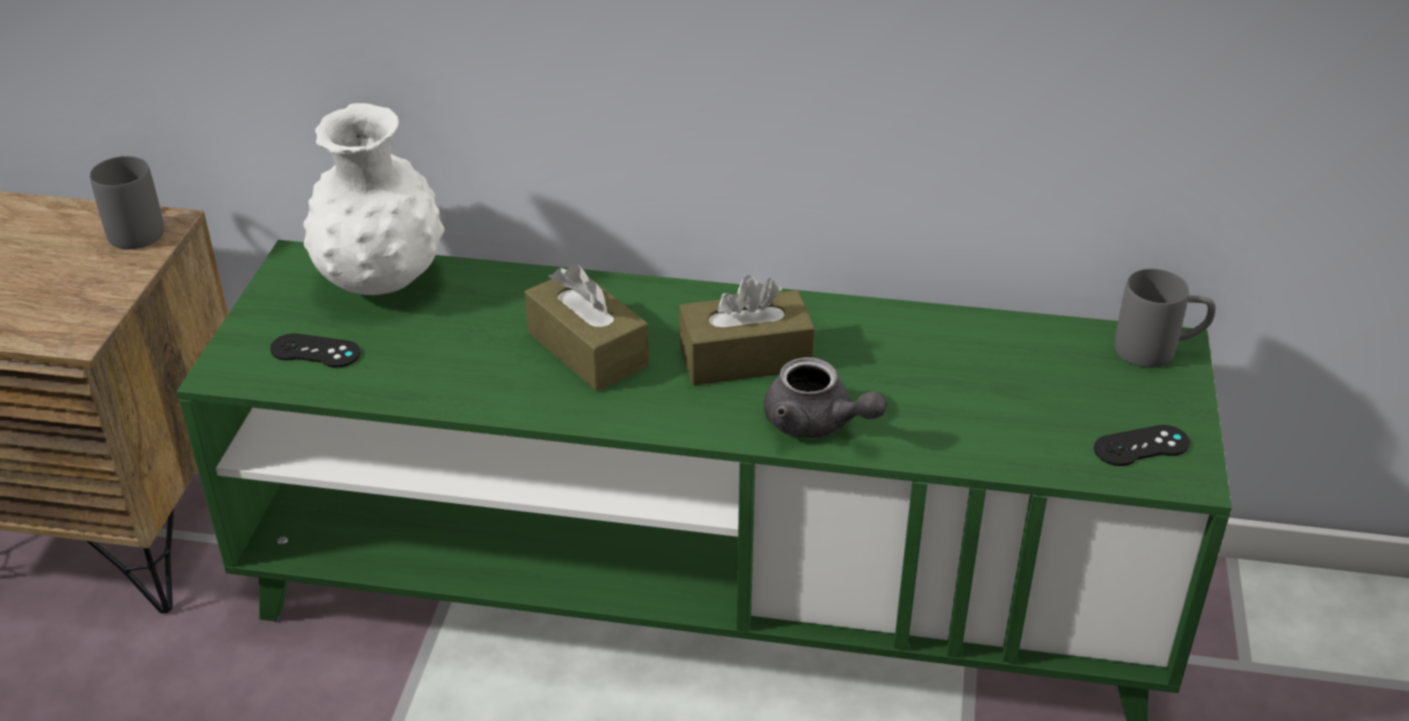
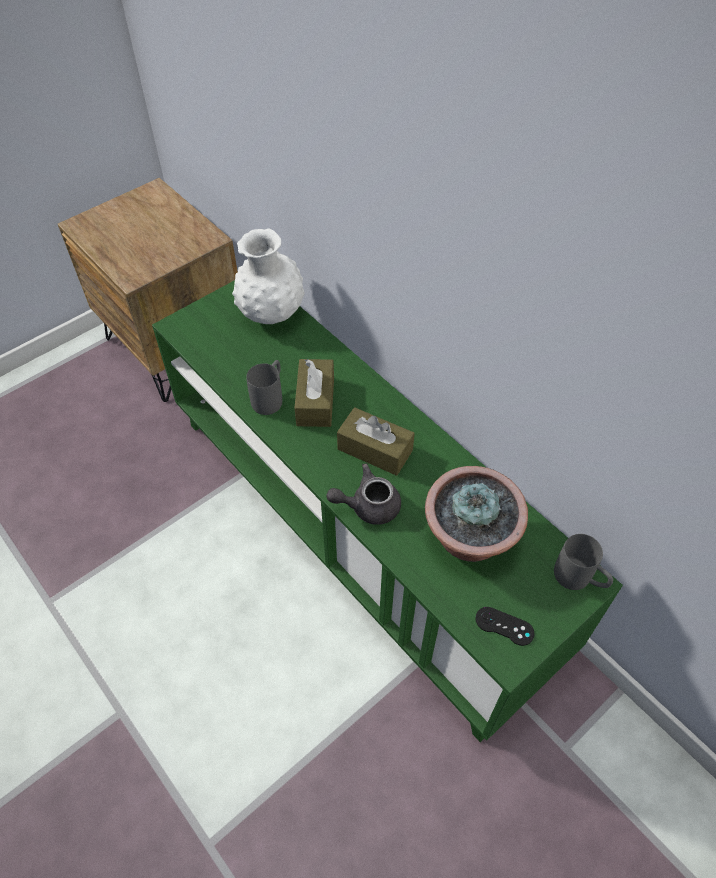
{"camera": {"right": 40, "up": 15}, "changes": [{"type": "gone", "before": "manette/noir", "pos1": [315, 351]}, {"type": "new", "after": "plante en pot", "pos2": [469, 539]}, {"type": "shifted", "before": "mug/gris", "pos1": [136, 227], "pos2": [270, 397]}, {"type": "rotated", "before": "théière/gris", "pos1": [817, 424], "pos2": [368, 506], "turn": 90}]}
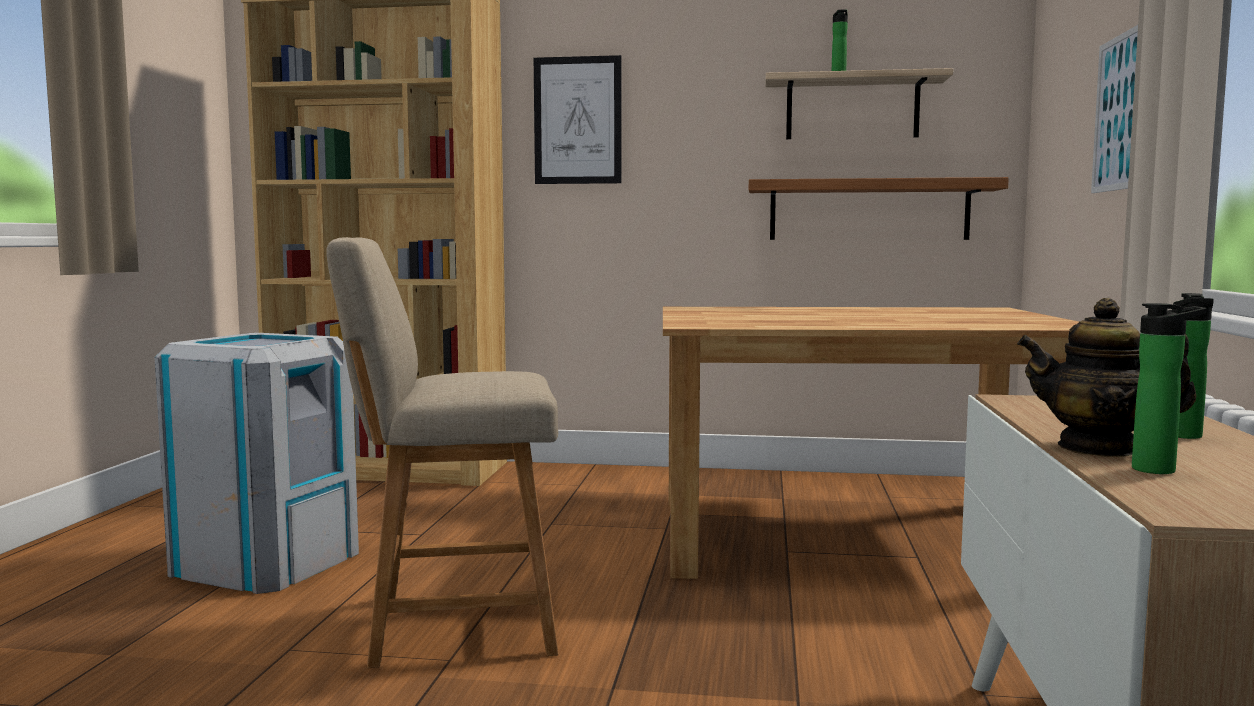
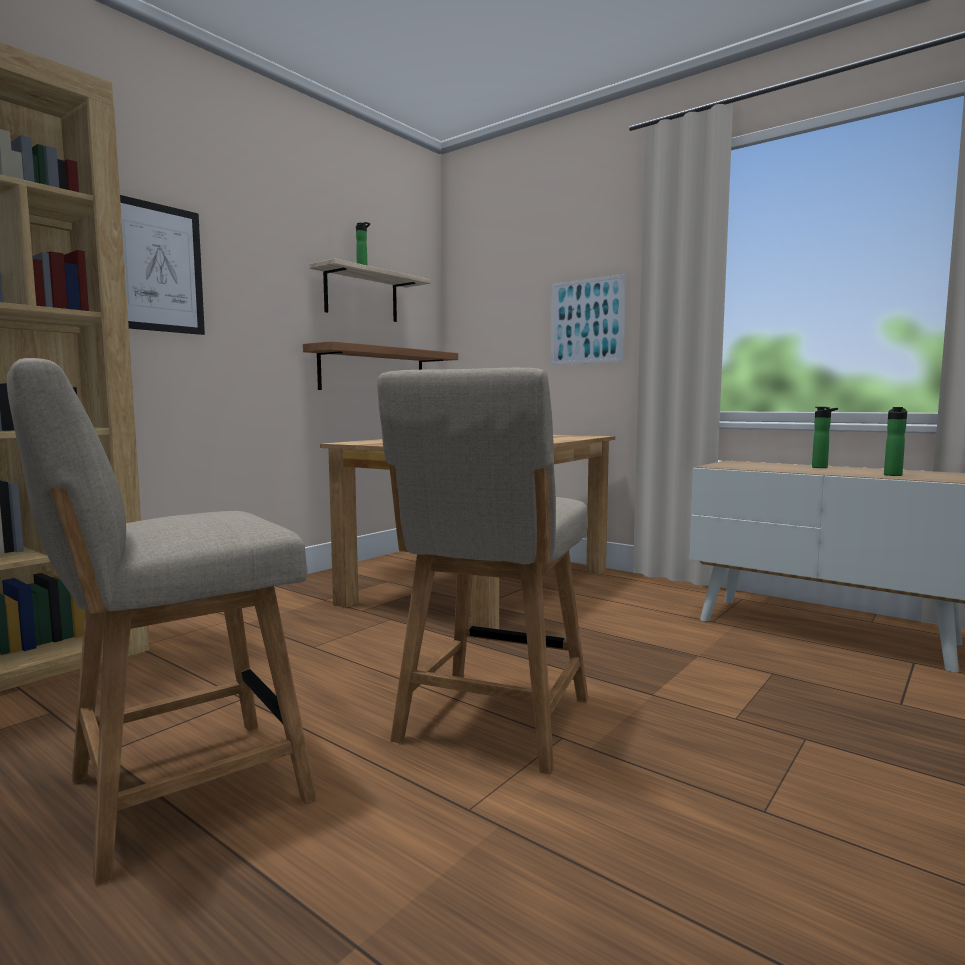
{"camera": {"right": -60, "up": 0}, "changes": [{"type": "gone", "before": "théière", "pos1": [1099, 448]}, {"type": "swapped", "before": "poubelle/gris", "after": "chaise/beige", "pos1": [266, 561], "pos2": [176, 793]}]}
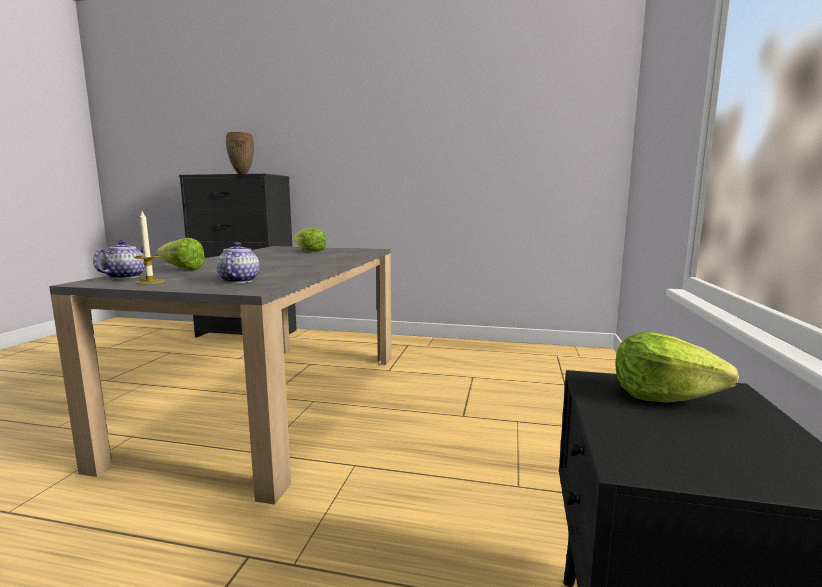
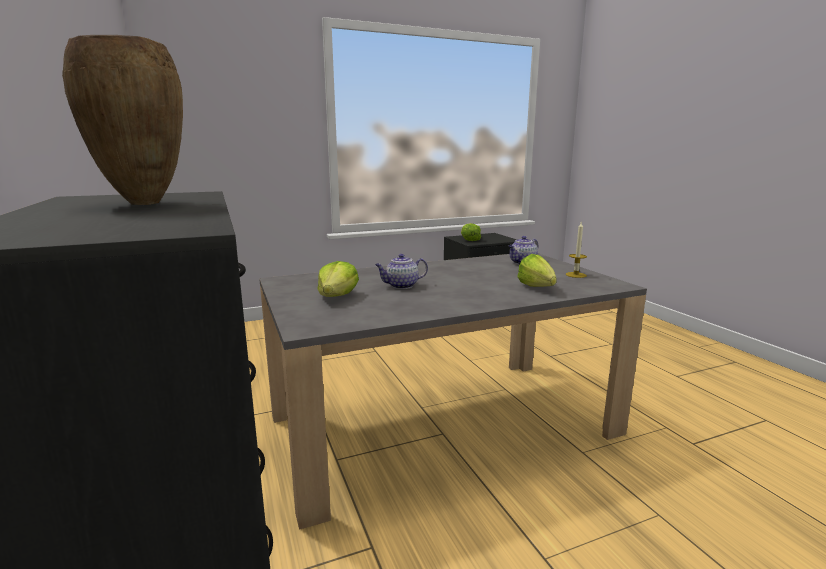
{"camera": {"right": -125, "up": 5}, "changes": [{"type": "shifted", "before": "théière", "pos1": [125, 277], "pos2": [401, 286]}]}
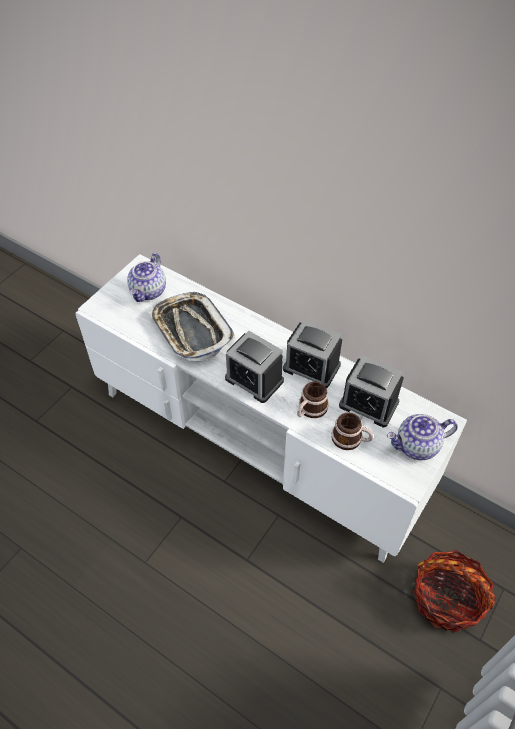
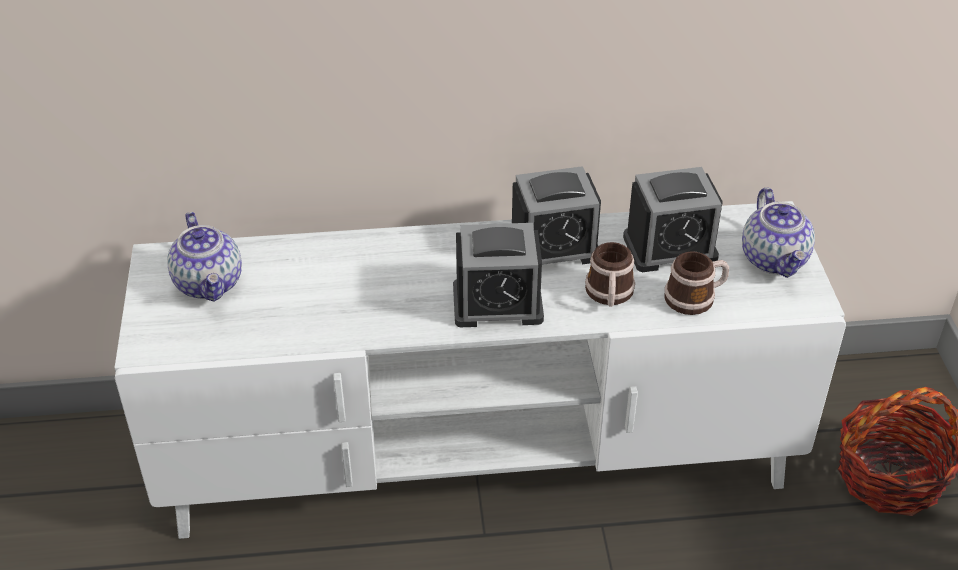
{"camera": {"right": -40, "up": -10}, "changes": [{"type": "gone", "before": "plateau", "pos1": [191, 330]}, {"type": "rotated", "before": "théière", "pos1": [417, 446], "pos2": [775, 259], "turn": -45}]}
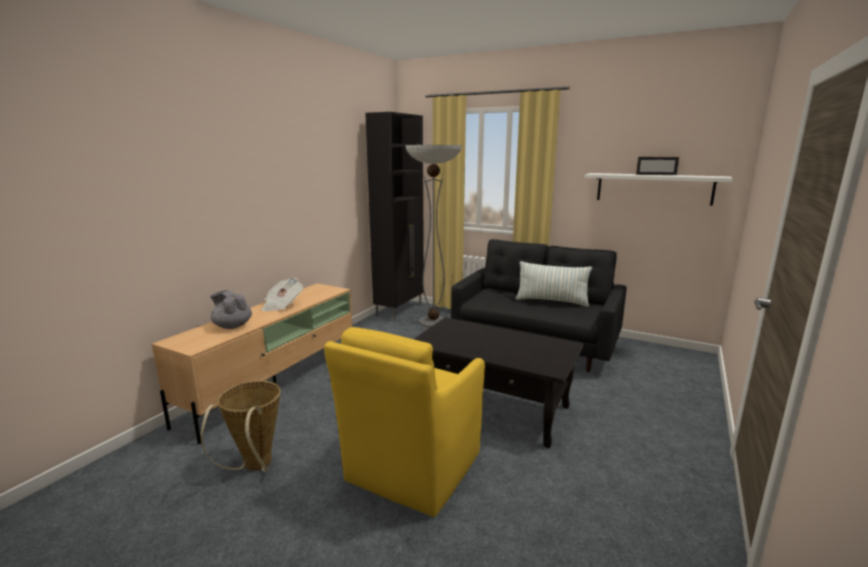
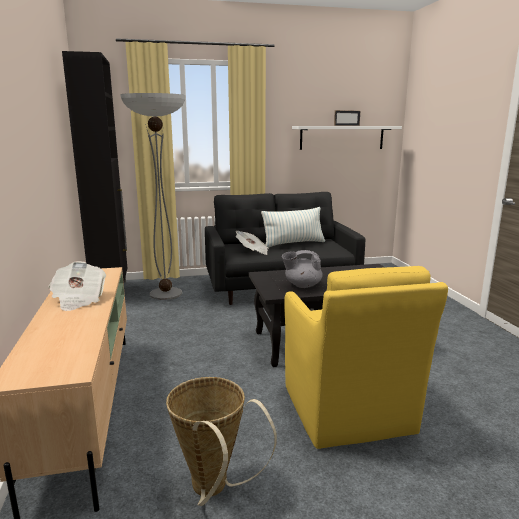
{"camera": {"right": -40, "up": 0}, "changes": [{"type": "new", "after": "journal", "pos2": [252, 251]}, {"type": "shifted", "before": "théière/gris", "pos1": [232, 326], "pos2": [302, 285]}]}
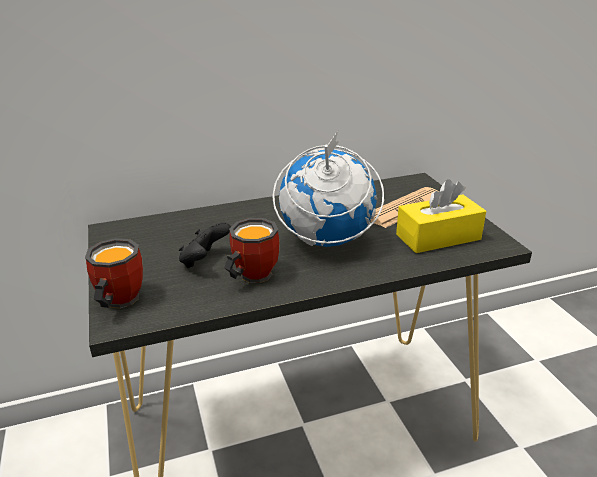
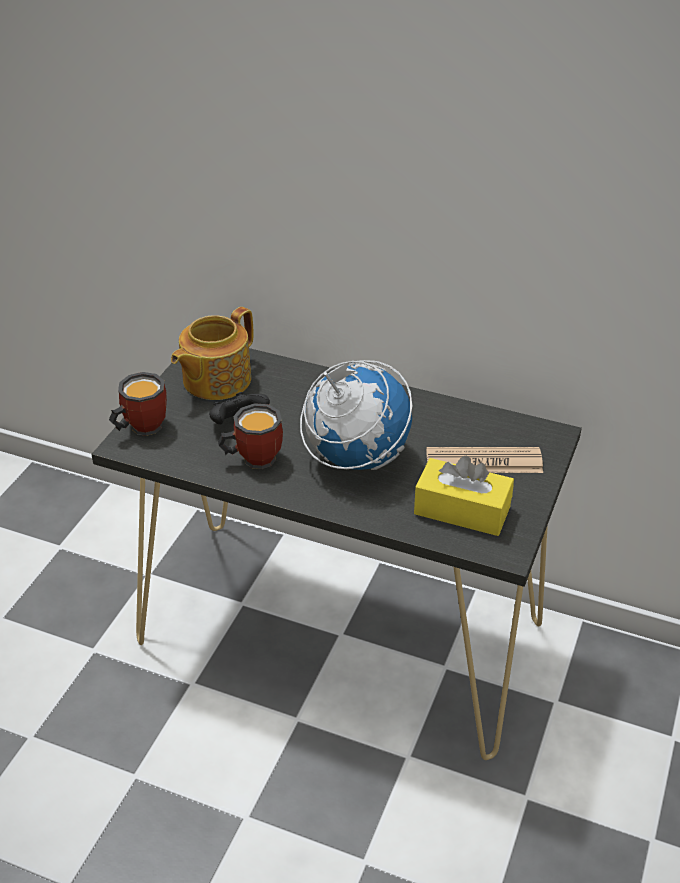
{"camera": {"right": 40, "up": 10}, "changes": [{"type": "new", "after": "théière", "pos2": [215, 380]}]}
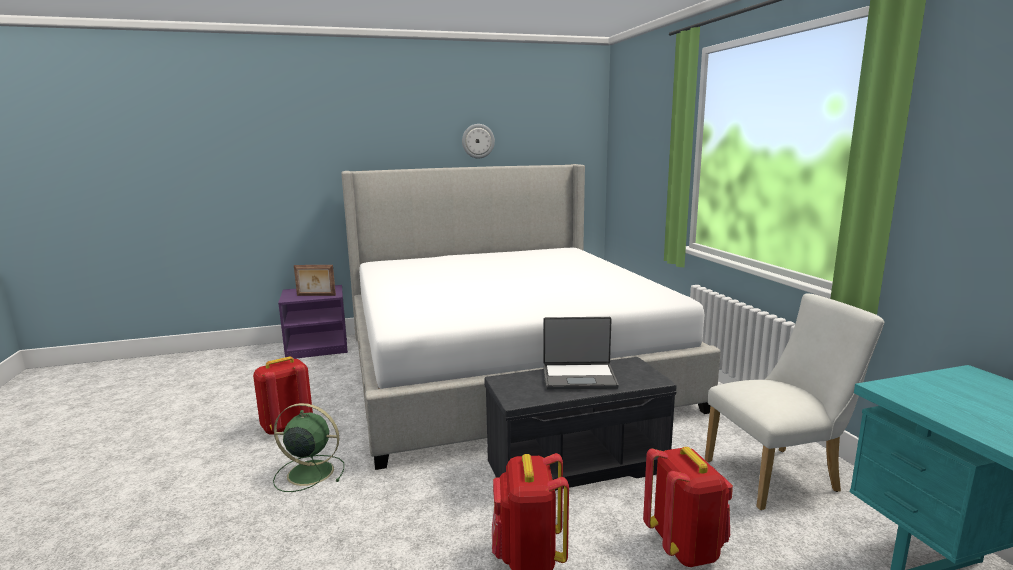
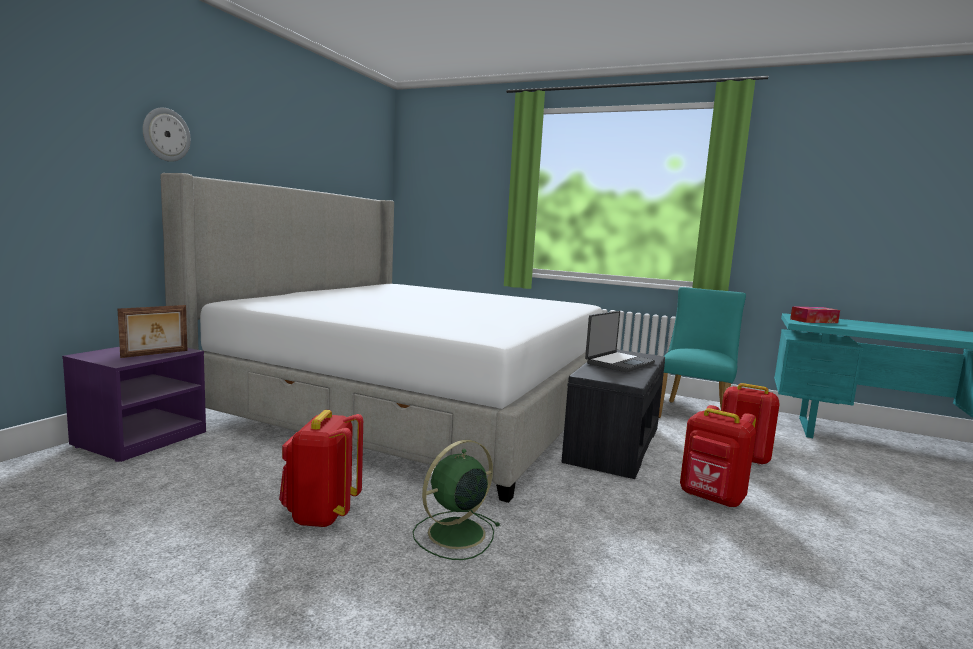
{"camera": {"right": -50, "up": -5}, "changes": [{"type": "new", "after": "boîte à mouchoirs", "pos2": [813, 321]}, {"type": "shifted", "before": "horloge murale", "pos1": [478, 141], "pos2": [166, 135]}, {"type": "repainted", "before": "chaise/blanc", "after": "chaise/turquoise", "pos1": [779, 475], "pos2": [694, 413]}]}
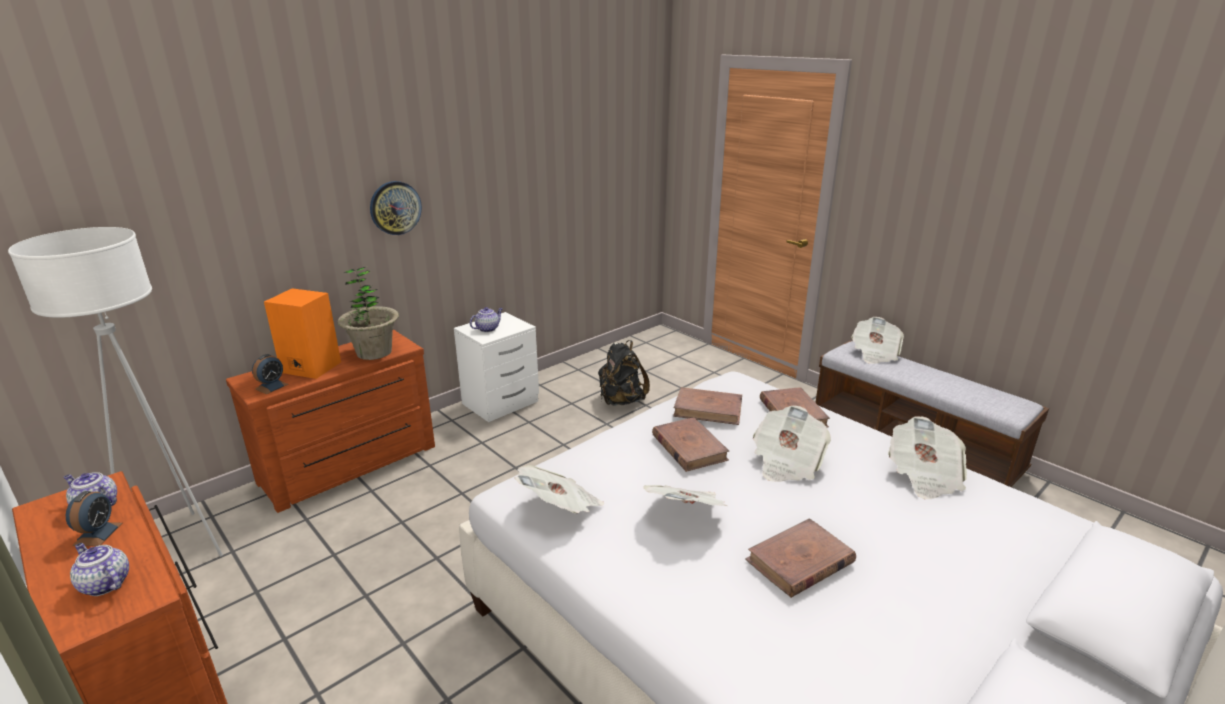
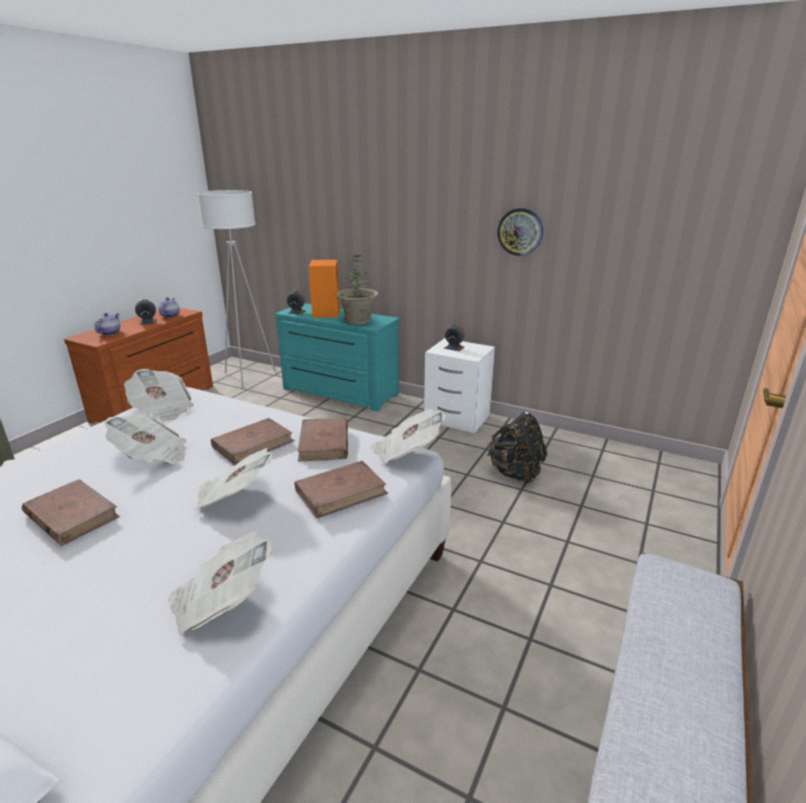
{"camera": {"right": 70, "up": 0}, "changes": [{"type": "shifted", "before": "horloge murale", "pos1": [395, 208], "pos2": [520, 232]}, {"type": "shifted", "before": "journal", "pos1": [874, 353], "pos2": [406, 452]}, {"type": "swapped", "before": "théière", "after": "réveil", "pos1": [487, 329], "pos2": [454, 347]}, {"type": "repainted", "before": "commode/marron", "after": "commode/turquoise", "pos1": [351, 466], "pos2": [338, 393]}]}
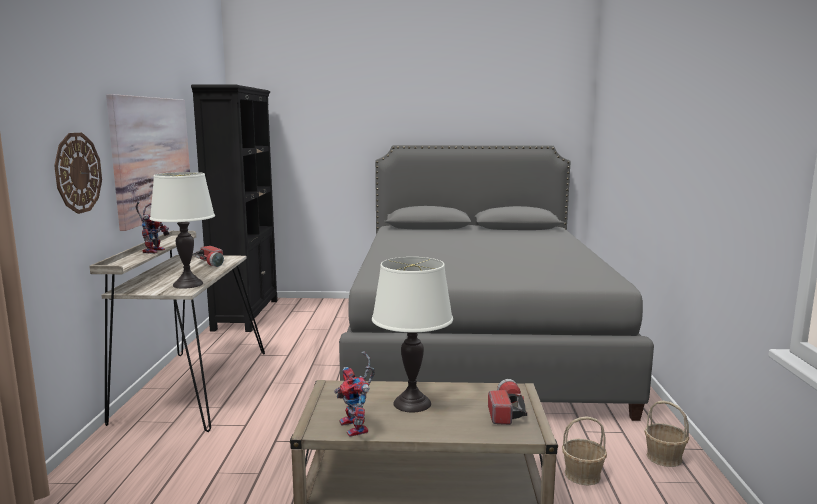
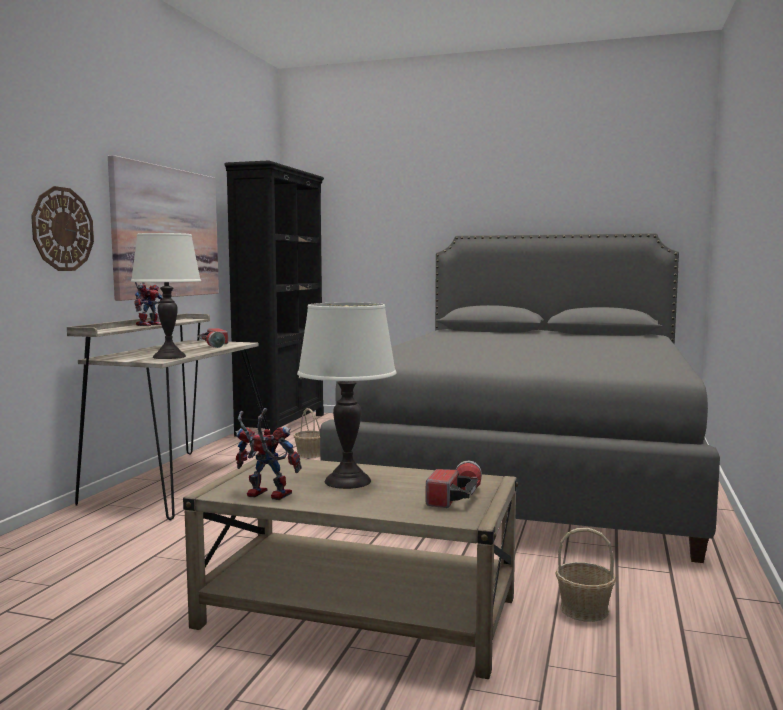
{"camera": {"right": 15, "up": -5}, "changes": [{"type": "shifted", "before": "panier", "pos1": [664, 458], "pos2": [309, 454]}, {"type": "rotated", "before": "robot jouet", "pos1": [357, 428], "pos2": [264, 495], "turn": 120}]}
